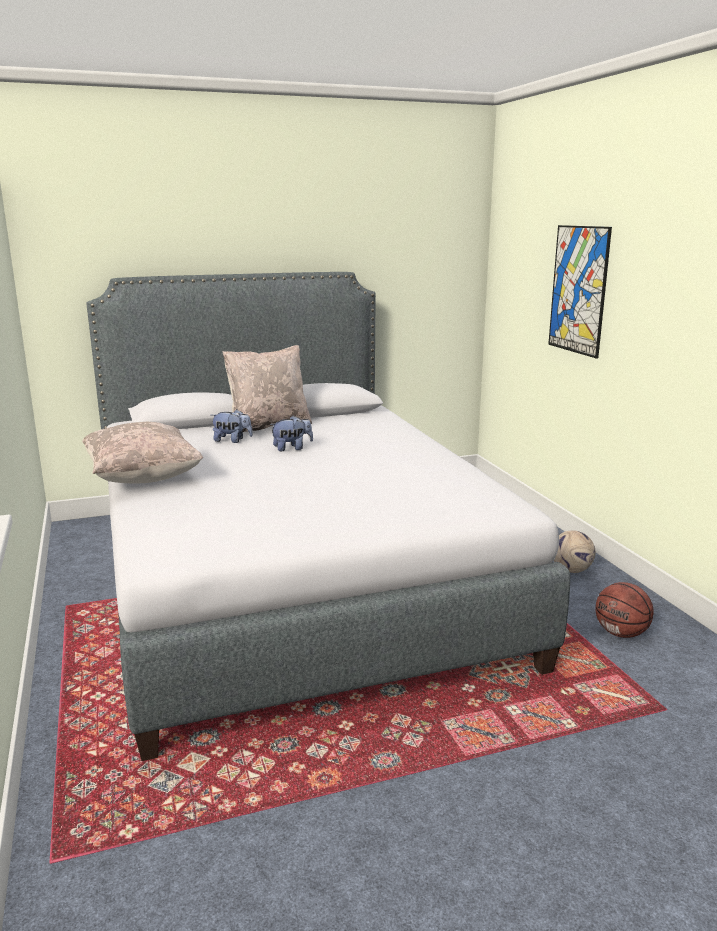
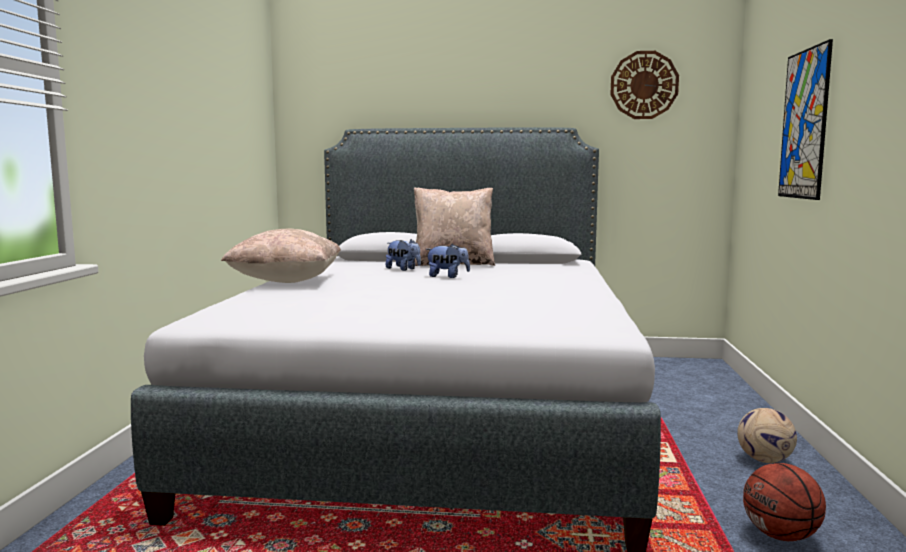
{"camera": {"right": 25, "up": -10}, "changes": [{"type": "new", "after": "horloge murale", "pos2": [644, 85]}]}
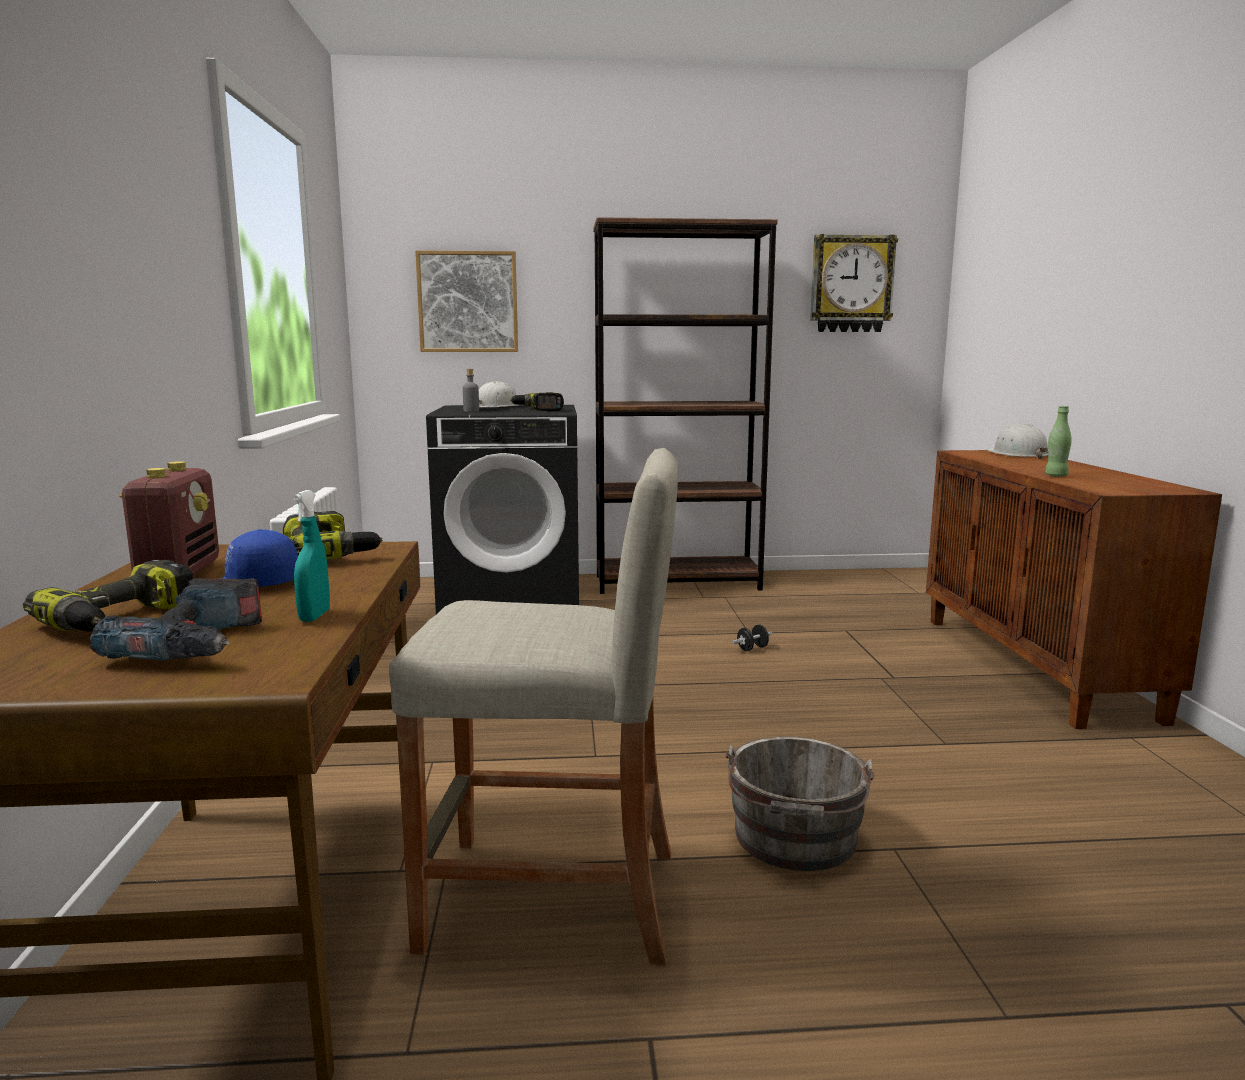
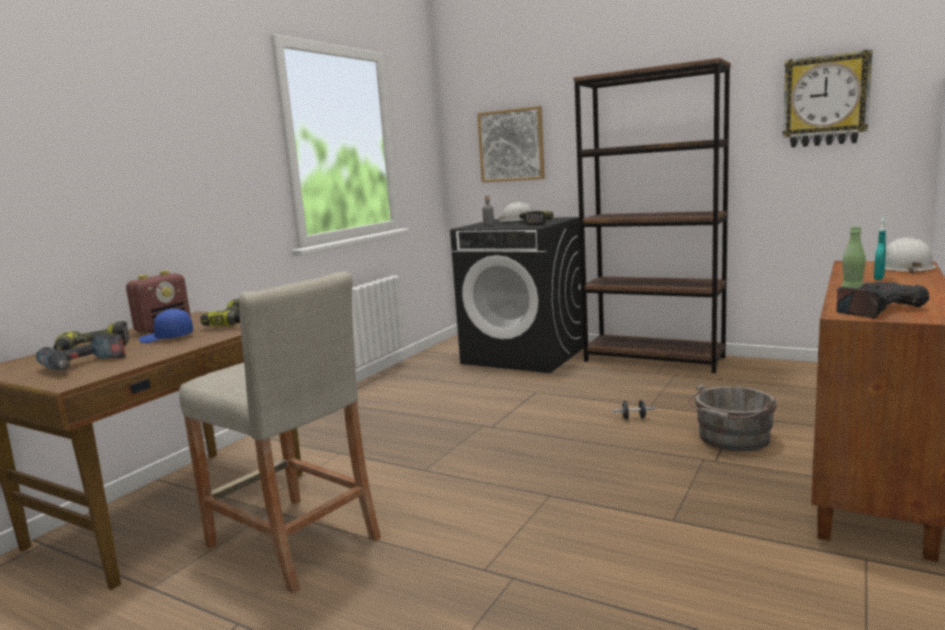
{"camera": {"right": 35, "up": 0}, "changes": [{"type": "new", "after": "perceuse", "pos2": [874, 309]}, {"type": "shifted", "before": "vaporisateur/turquoise", "pos1": [314, 616], "pos2": [879, 278]}, {"type": "shifted", "before": "seau/gris", "pos1": [795, 841], "pos2": [732, 439]}]}
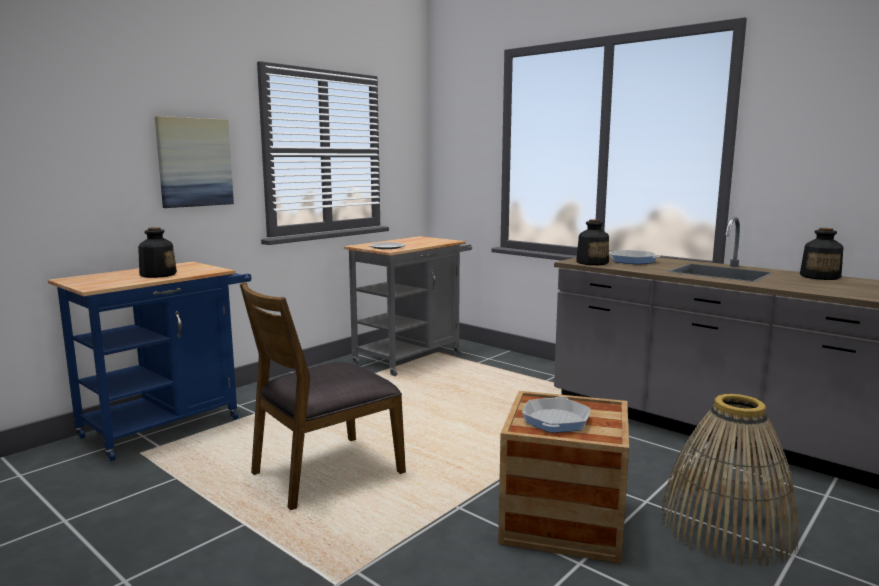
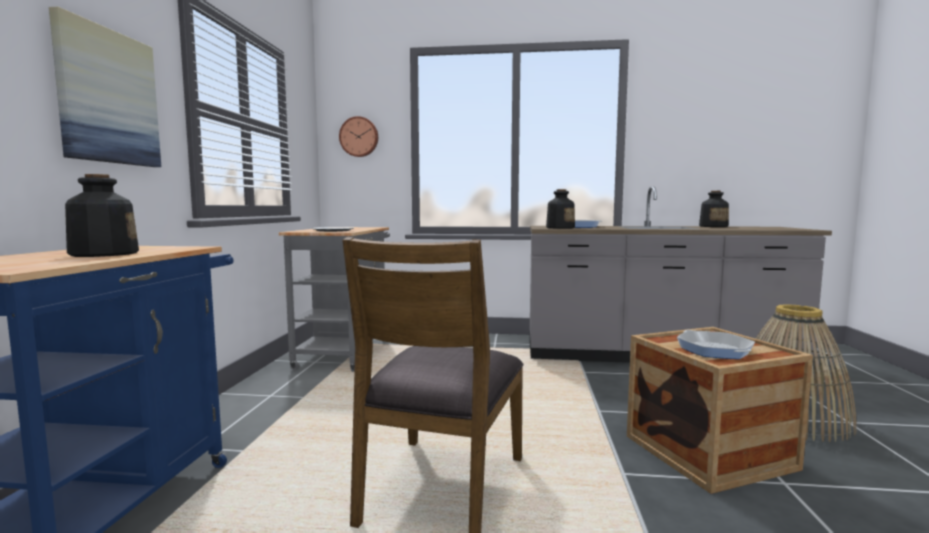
{"camera": {"right": -35, "up": -5}, "changes": [{"type": "new", "after": "horloge murale", "pos2": [359, 137]}]}
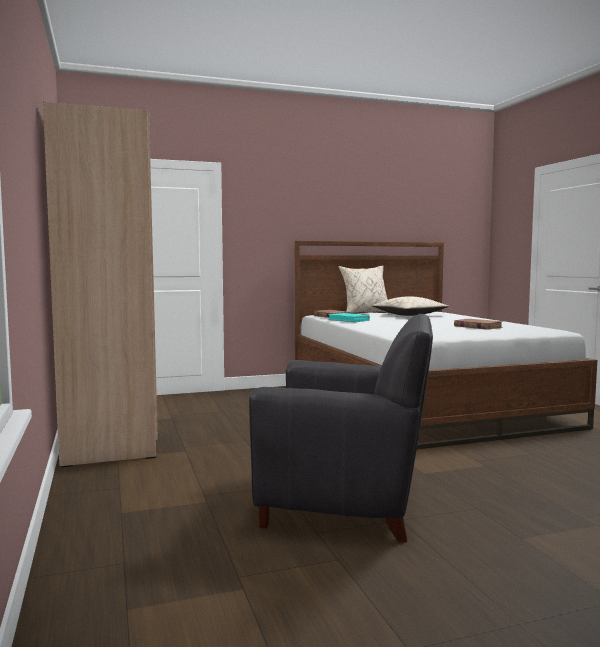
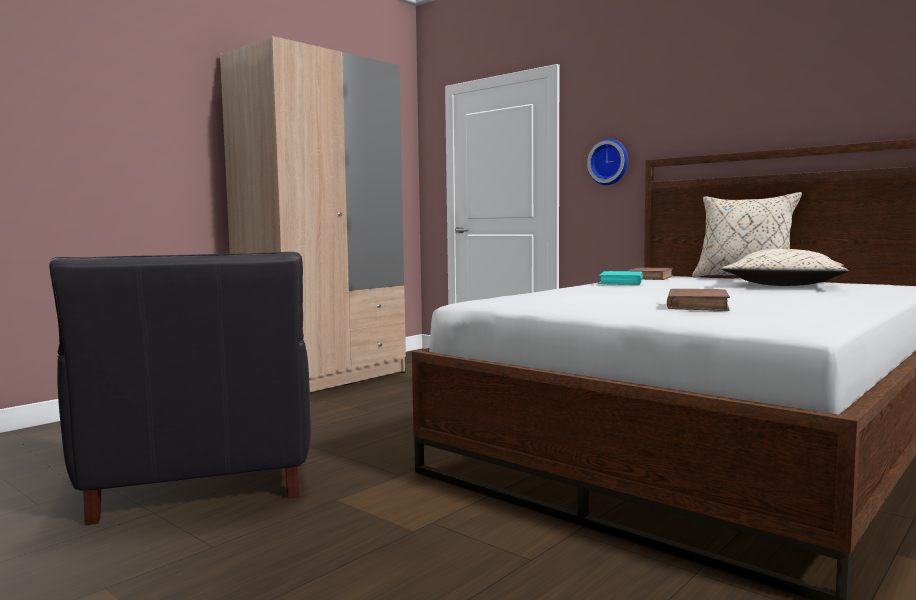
{"camera": {"right": 60, "up": 0}, "changes": [{"type": "new", "after": "horloge murale", "pos2": [609, 162]}]}
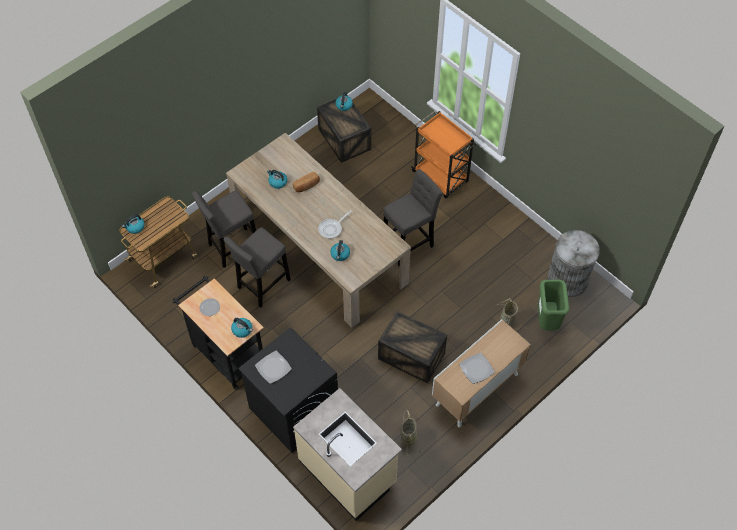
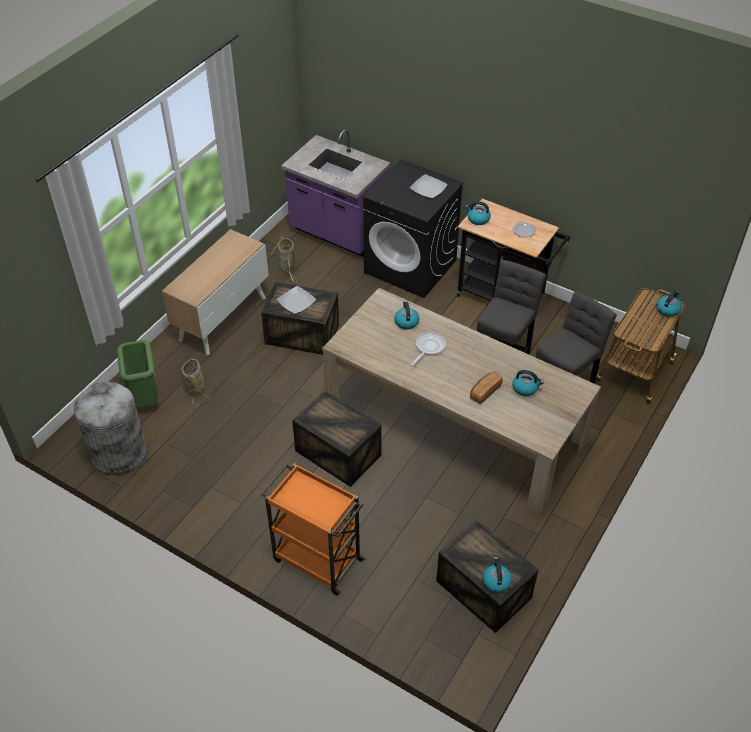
{"camera": {"right": 165, "up": -10}, "changes": [{"type": "shifted", "before": "assiette", "pos1": [476, 369], "pos2": [296, 301]}, {"type": "swapped", "before": "tabouret/gris", "after": "caisse", "pos1": [409, 244], "pos2": [337, 452]}, {"type": "repainted", "before": "comptoir de cuisine/beige", "after": "comptoir de cuisine/violet", "pos1": [348, 472], "pos2": [338, 233]}]}
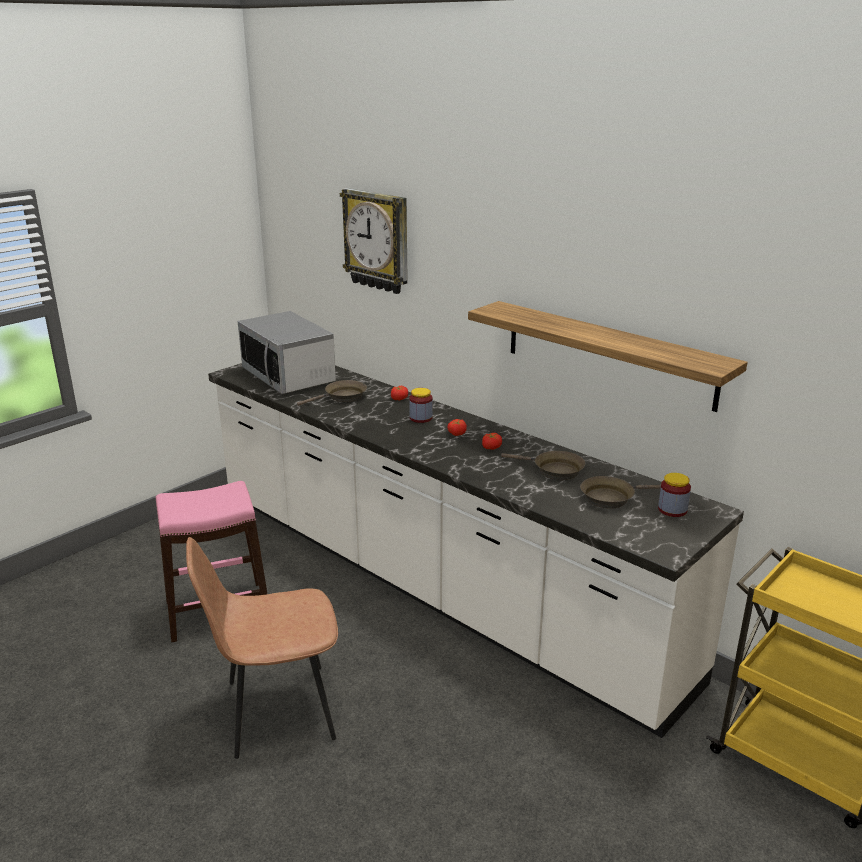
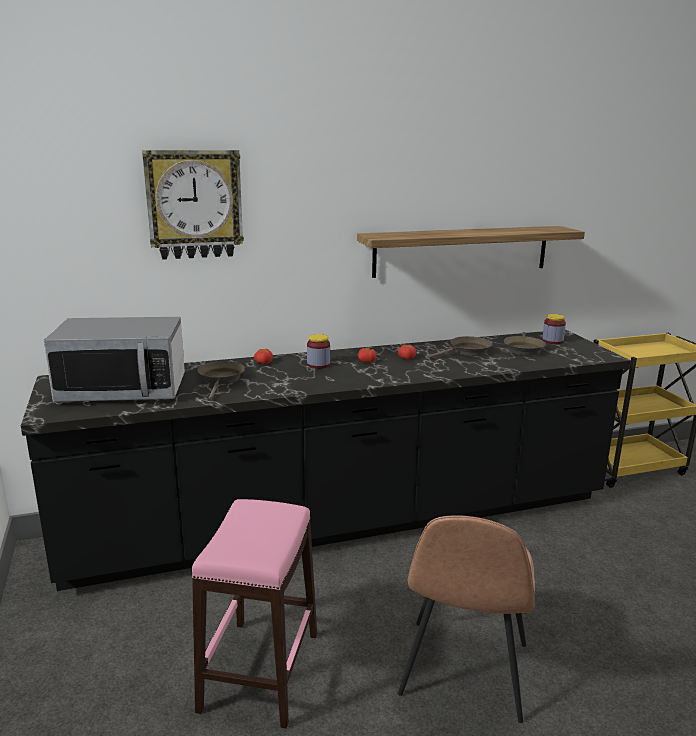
{"camera": {"right": -60, "up": -5}, "changes": [{"type": "repainted", "before": "comptoir de cuisine/blanc", "after": "comptoir de cuisine/noir", "pos1": [431, 583], "pos2": [346, 522]}]}
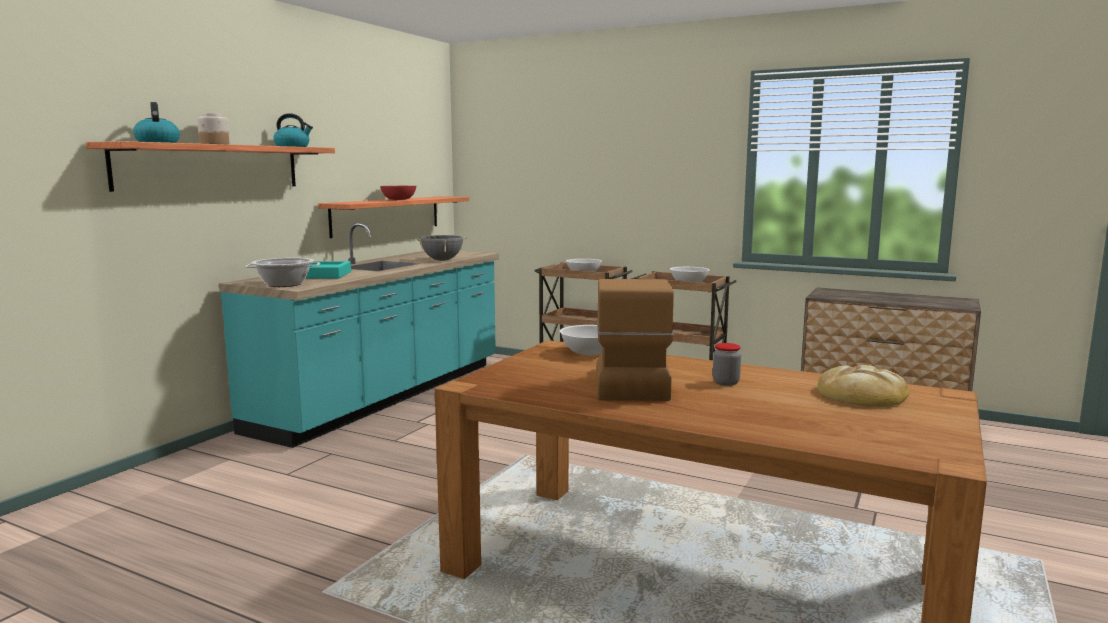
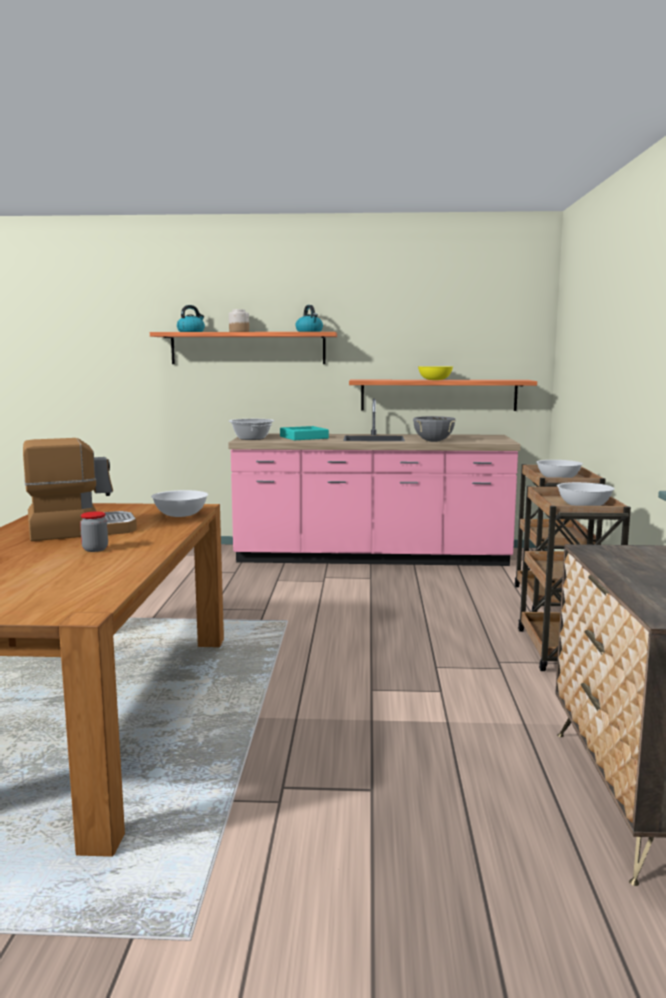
{"camera": {"right": 65, "up": 0}, "changes": [{"type": "gone", "before": "pain", "pos1": [862, 394]}, {"type": "repainted", "before": "comptoir de cuisine/turquoise", "after": "comptoir de cuisine/rose", "pos1": [385, 395], "pos2": [371, 557]}, {"type": "repainted", "before": "bol/rouge", "after": "bol/jaune", "pos1": [398, 199], "pos2": [434, 380]}]}
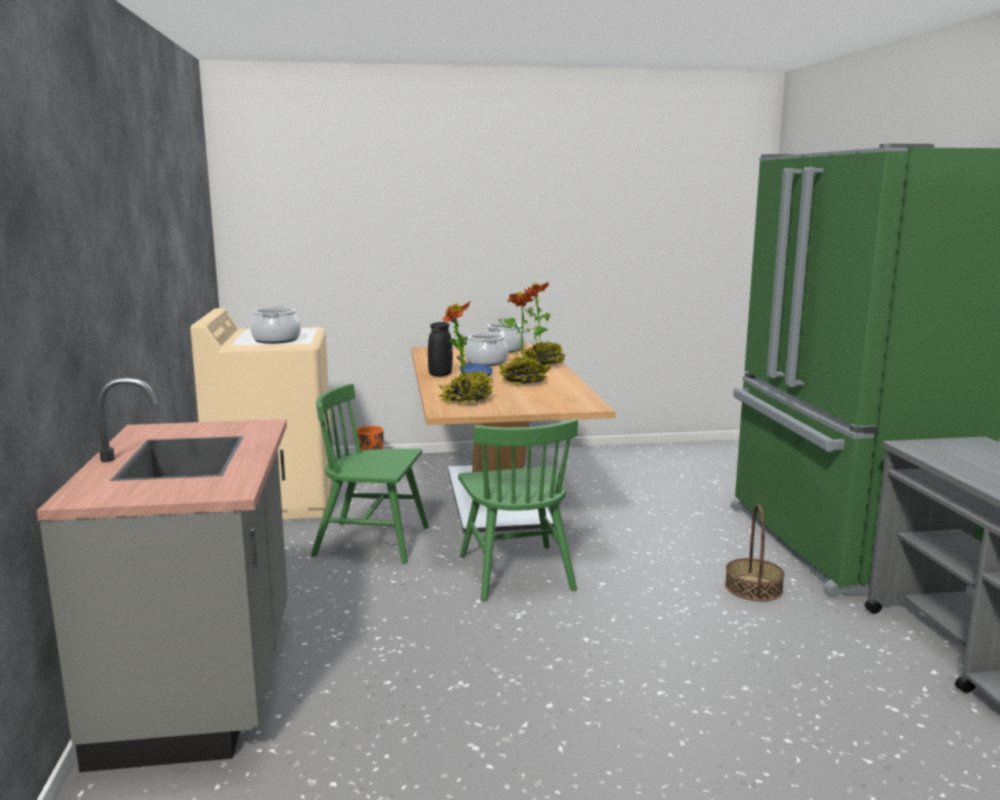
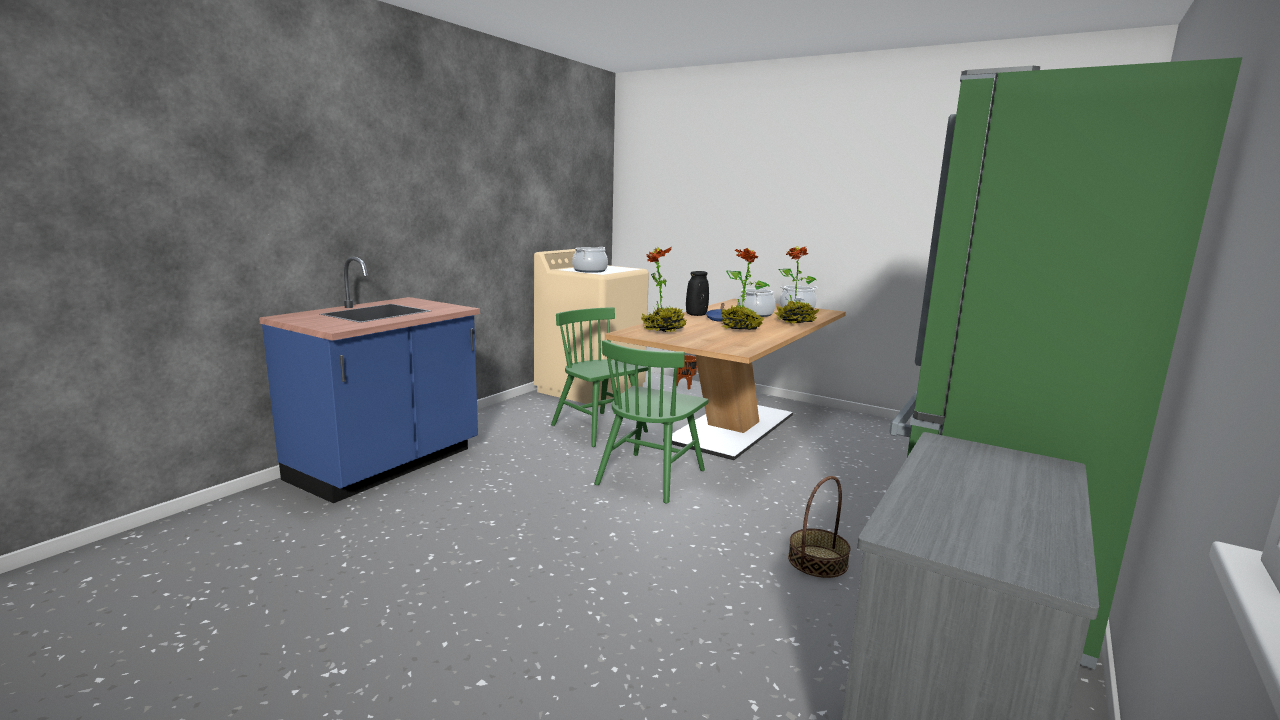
{"camera": {"right": 40, "up": 0}, "changes": [{"type": "repainted", "before": "comptoir de cuisine/gris", "after": "comptoir de cuisine/bleu", "pos1": [204, 684], "pos2": [387, 465]}]}
